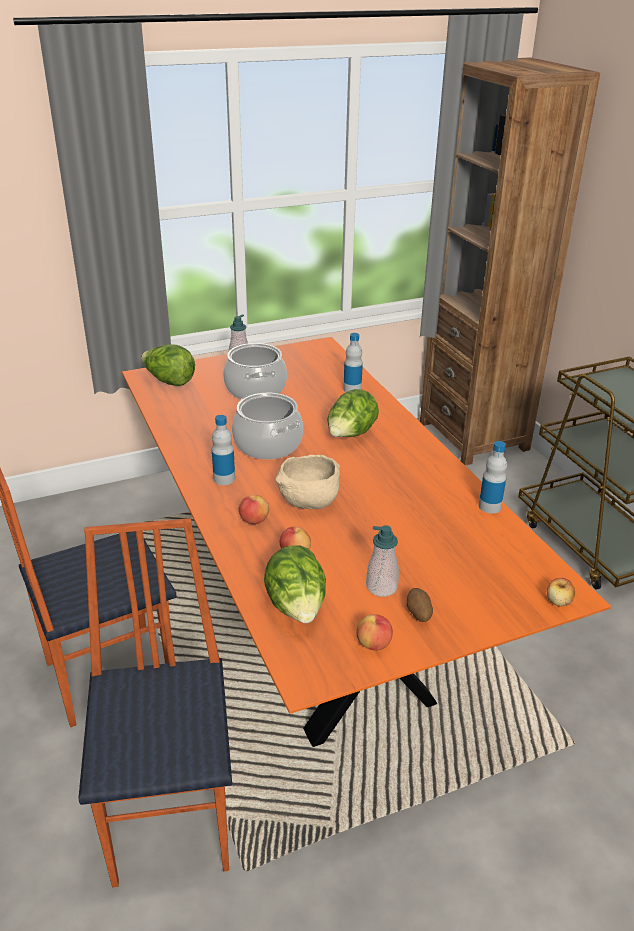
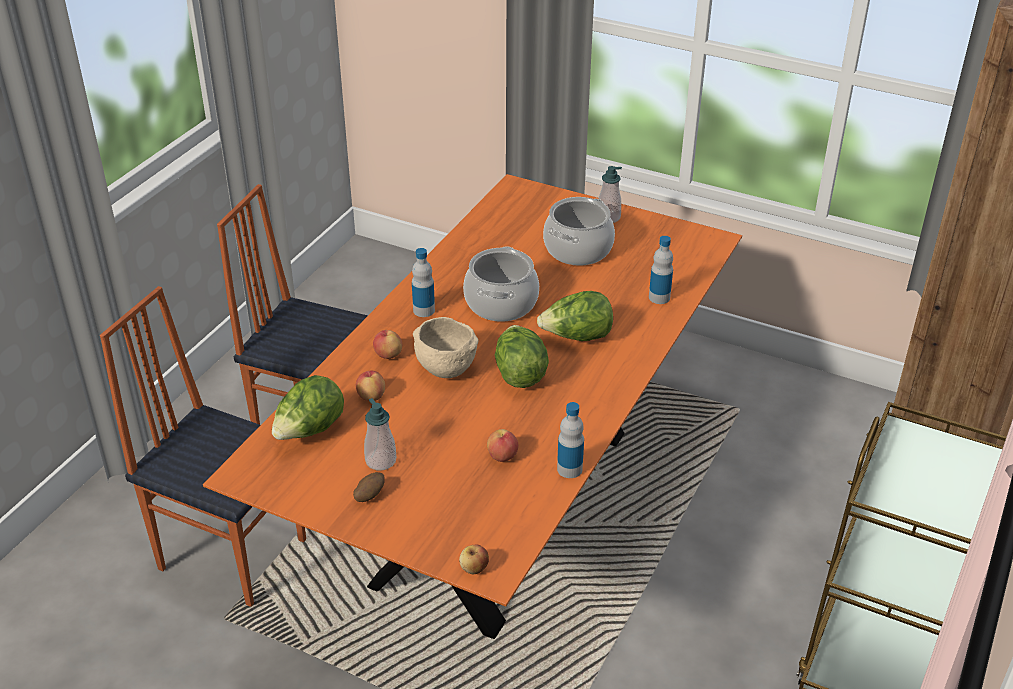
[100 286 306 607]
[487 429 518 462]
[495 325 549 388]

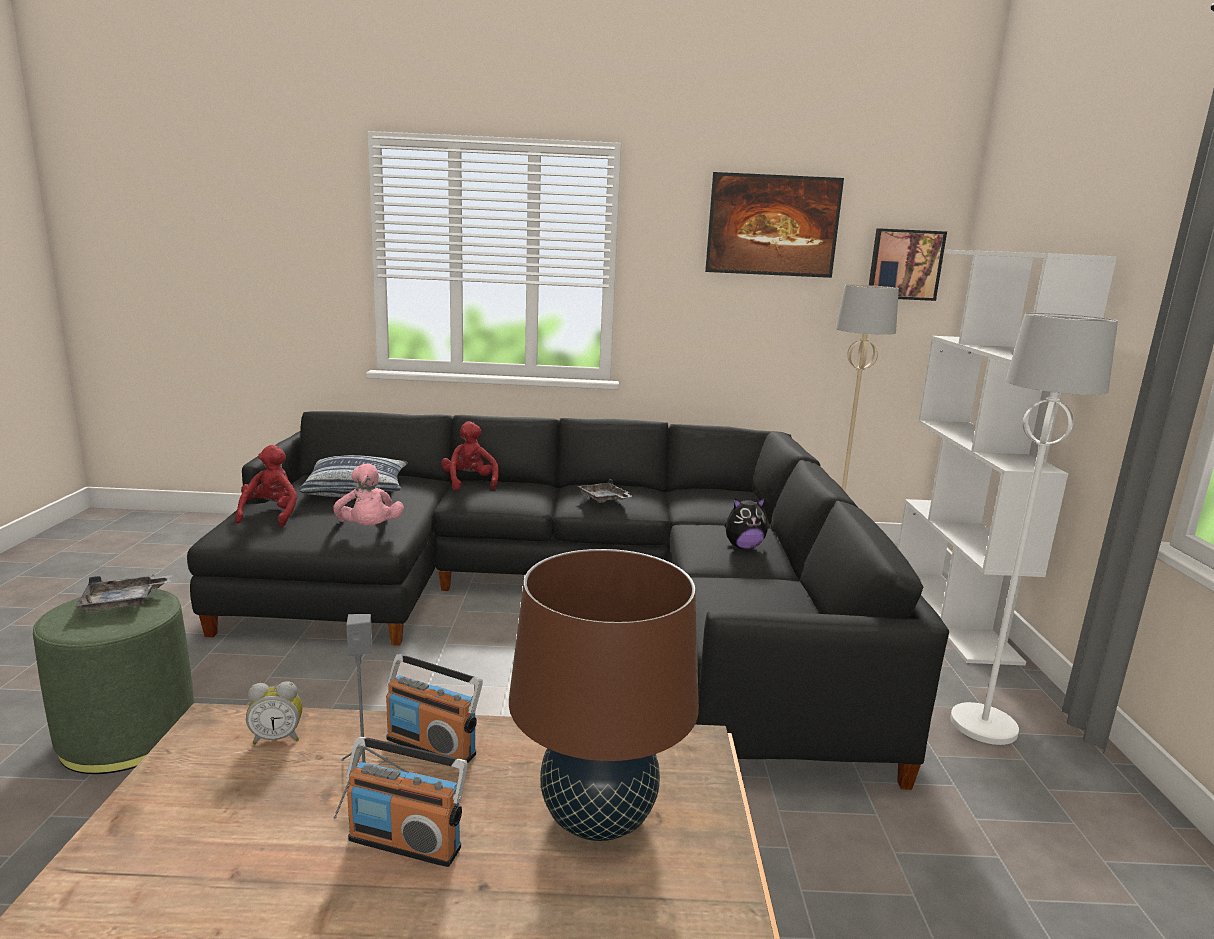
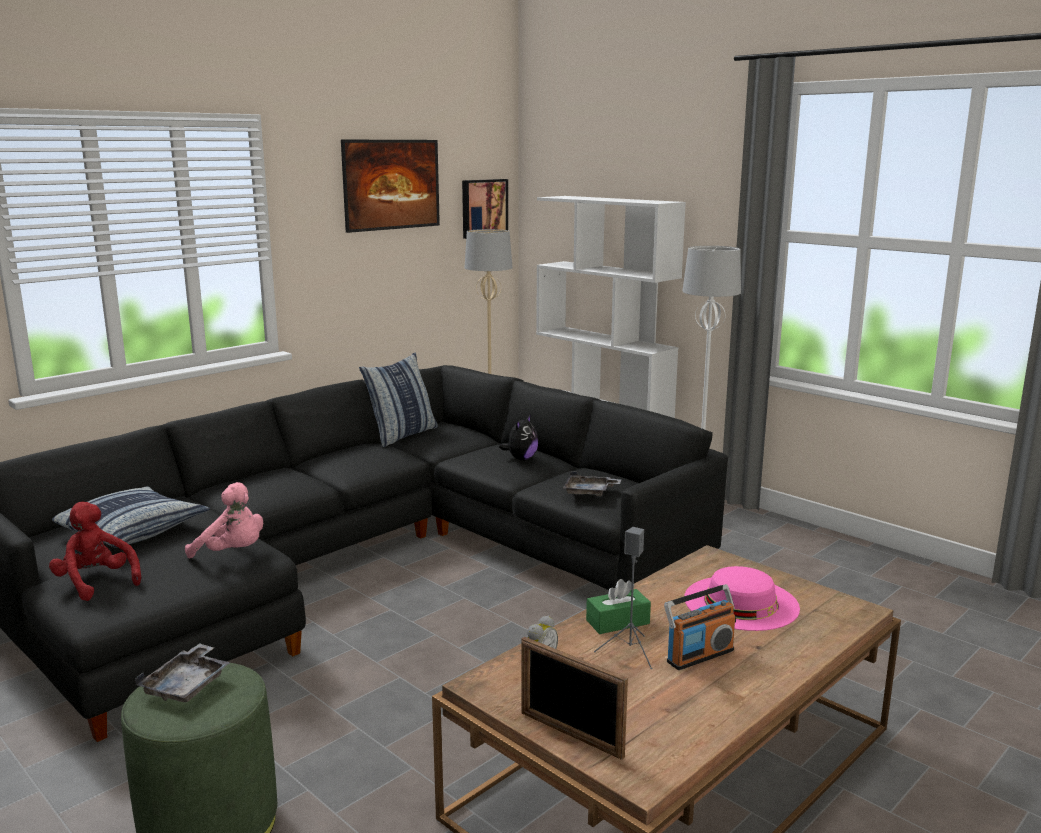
[359 352 438 447]
[521 637 628 760]
[563 471 621 496]
[586 579 651 634]
[684 566 800 631]
[441 421 499 491] (first image)

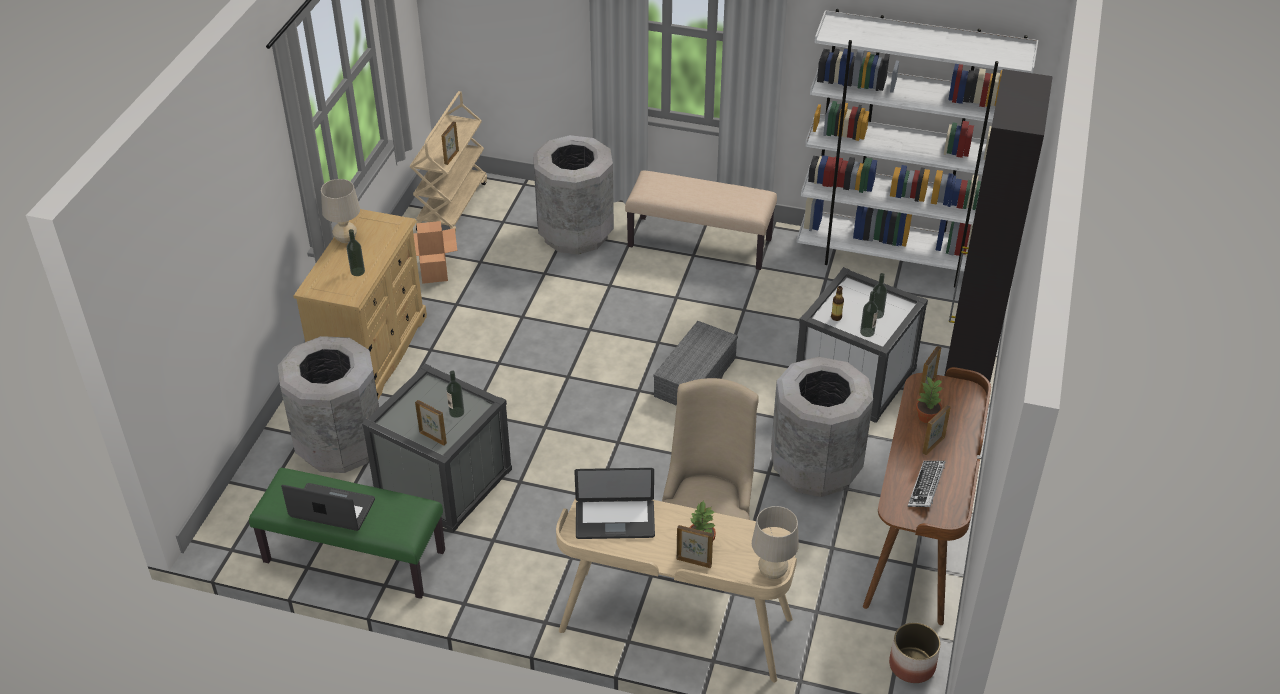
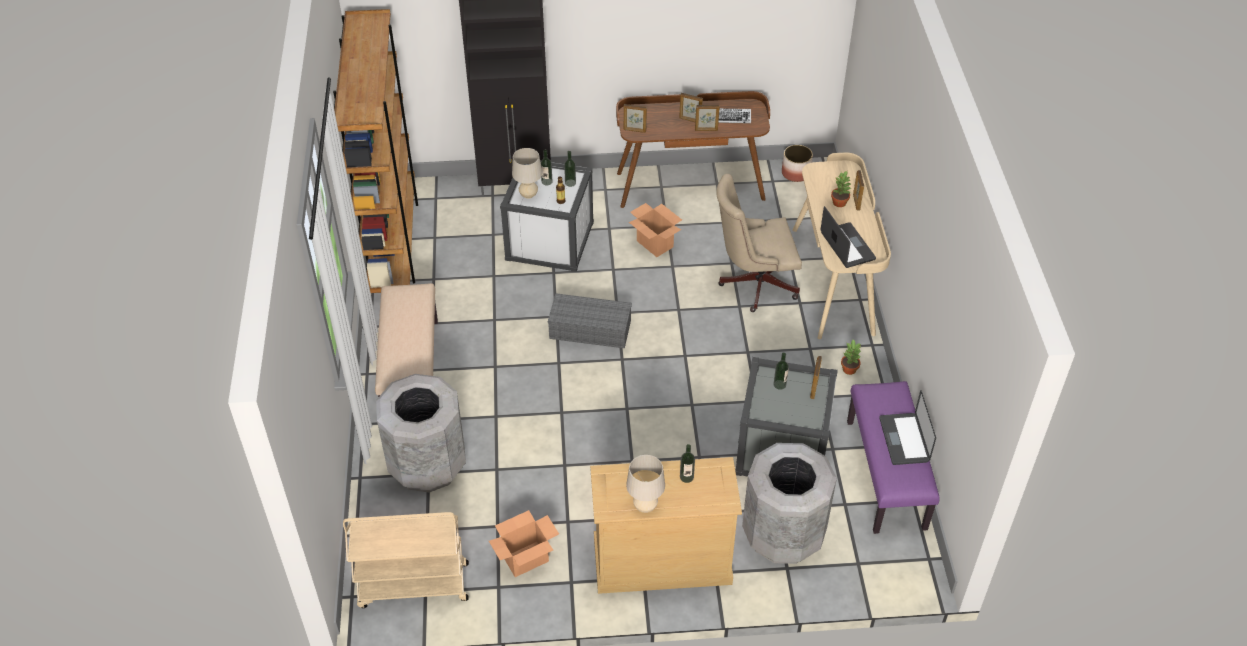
[333 9 418 293]
[512 148 542 199]
[629 203 682 257]
[695 105 720 131]
[841 340 861 375]
[847 381 940 534]

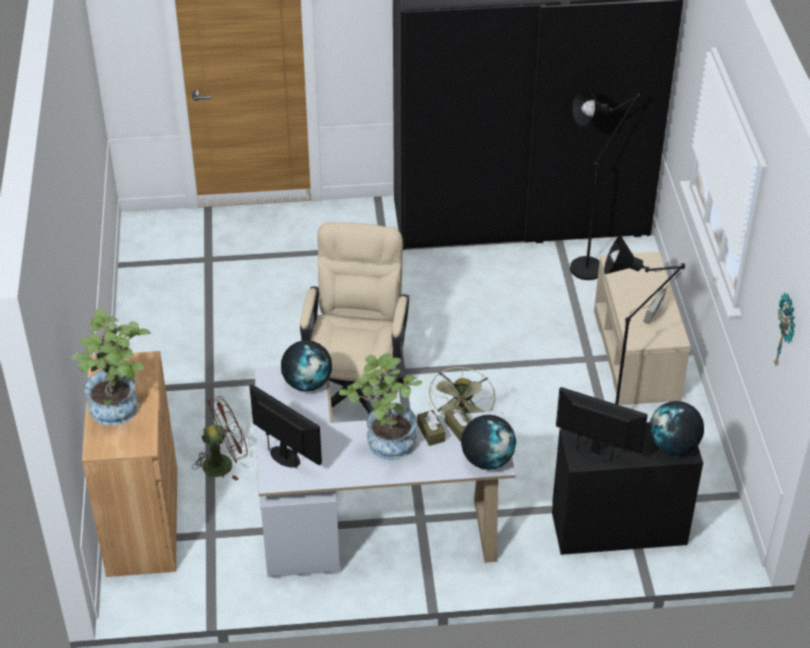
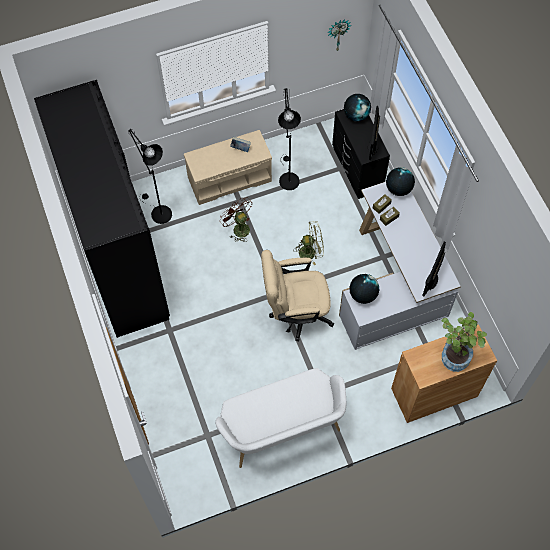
[215 368 346 468]
[220 197 252 242]
[339 353 422 460] (first image)

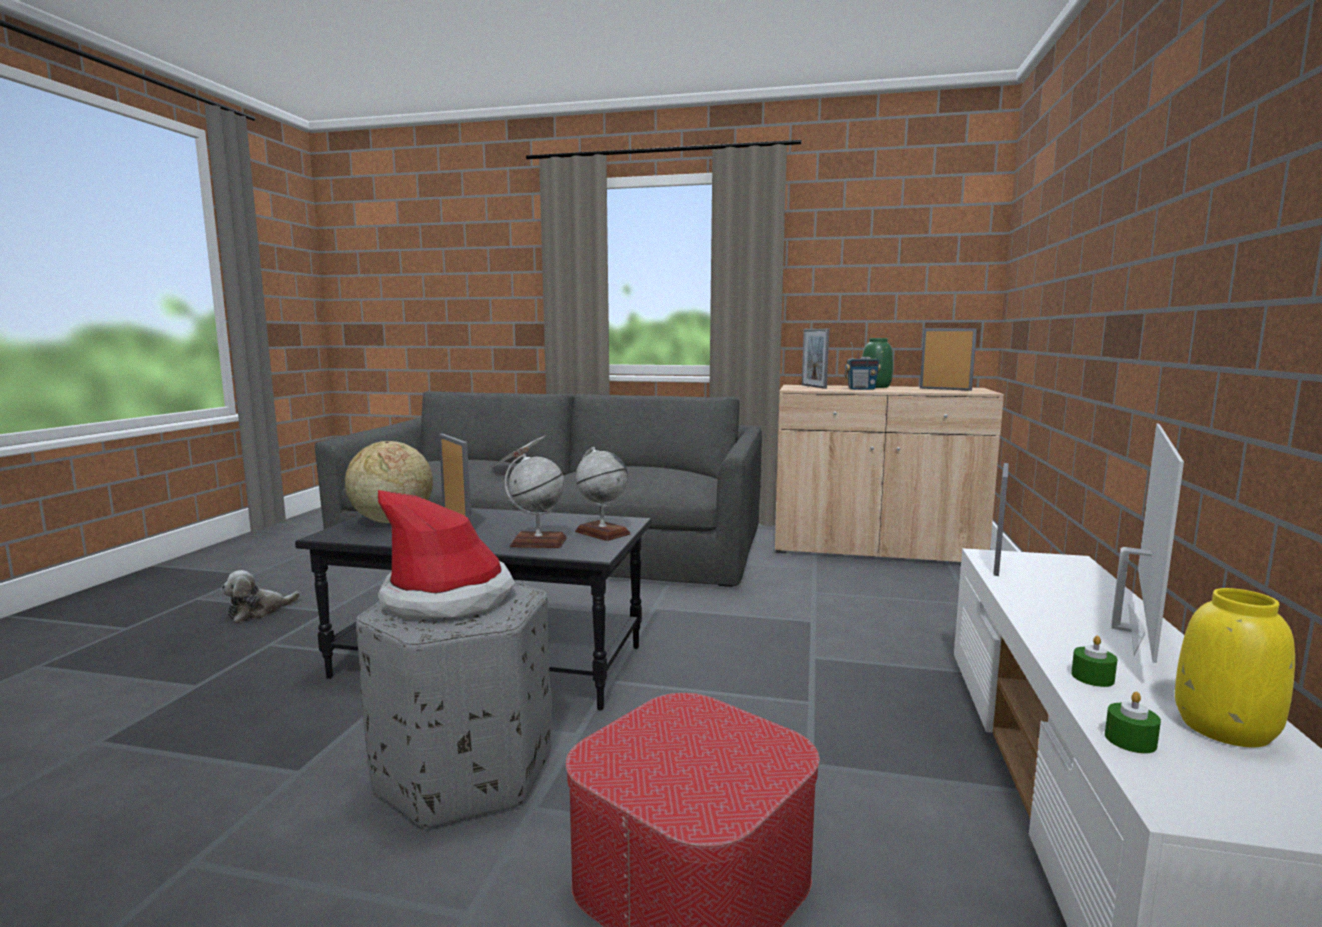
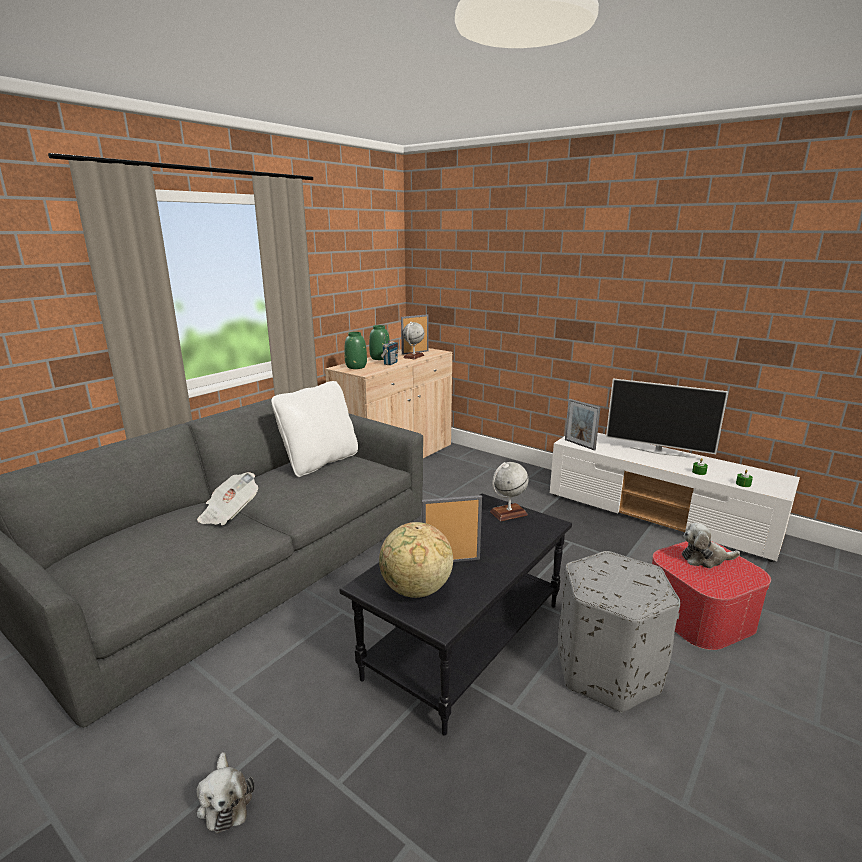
[271 381 358 477]
[344 332 367 369]
[403 322 425 359]
[606 379 728 457]
[682 523 740 569]
[378 490 515 620] (first image)
[1175 588 1295 747] (first image)

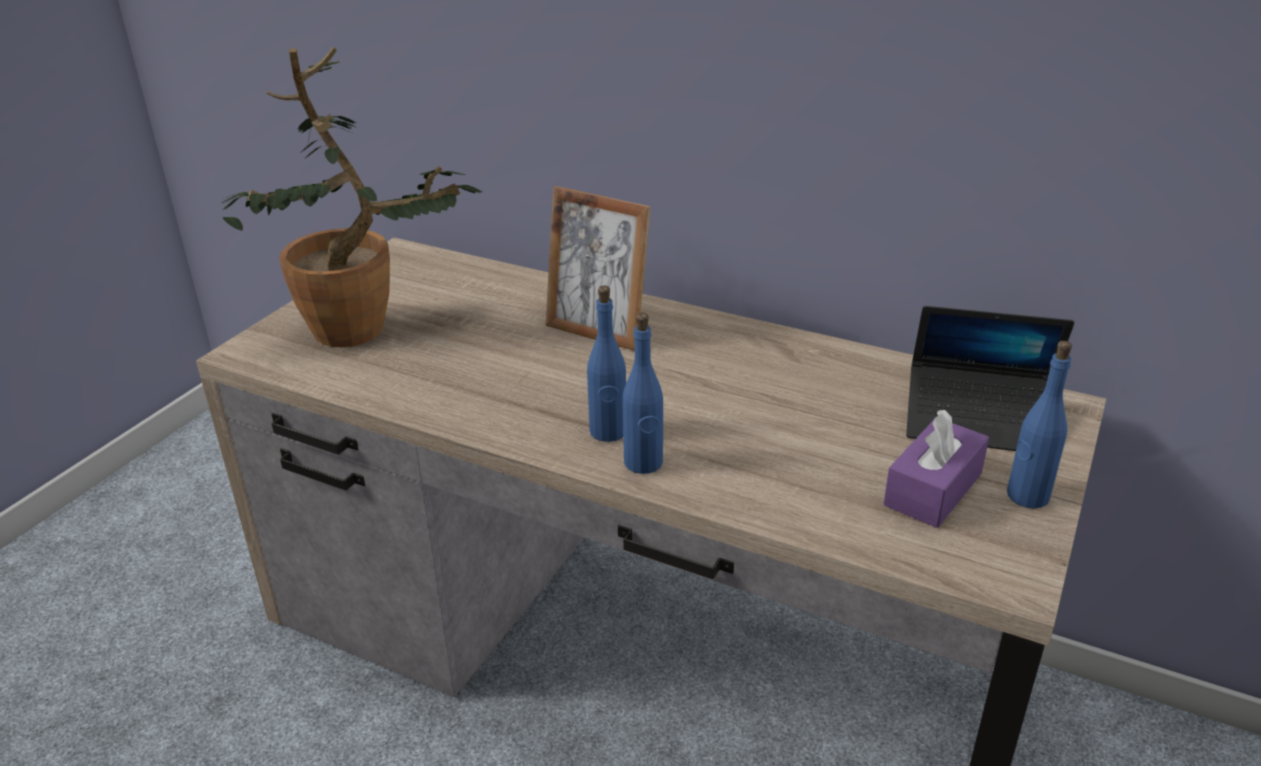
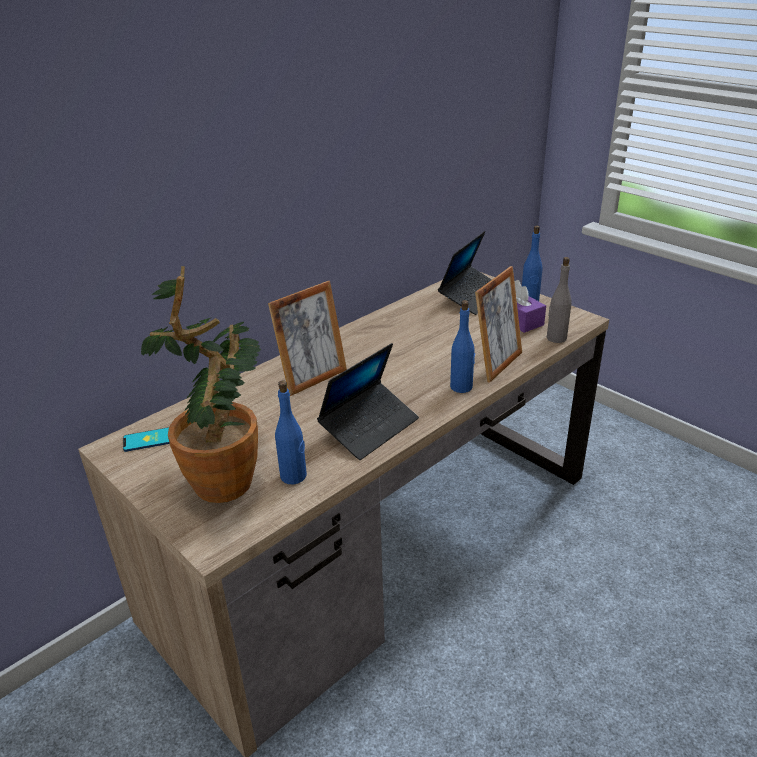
[123 427 170 452]
[275 380 307 484]
[317 343 419 460]
[475 266 522 383]
[547 257 572 343]

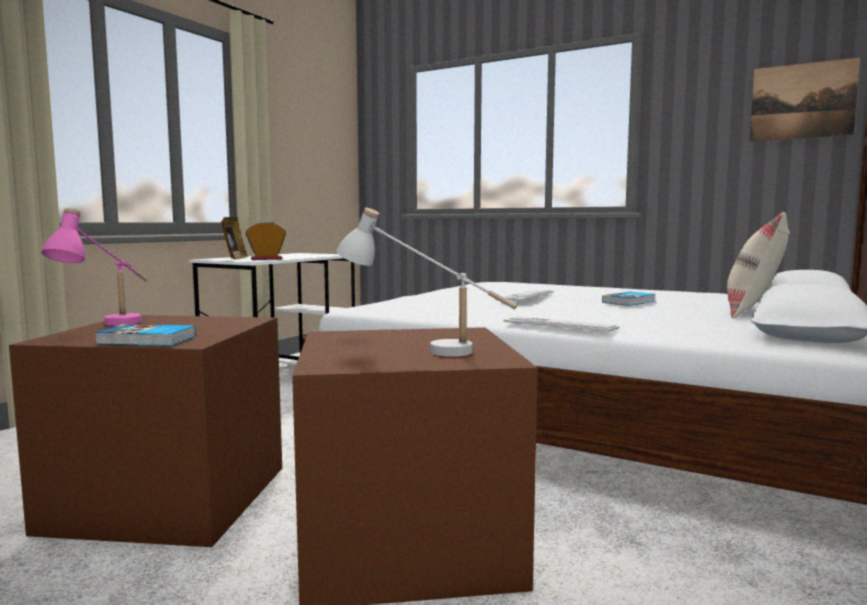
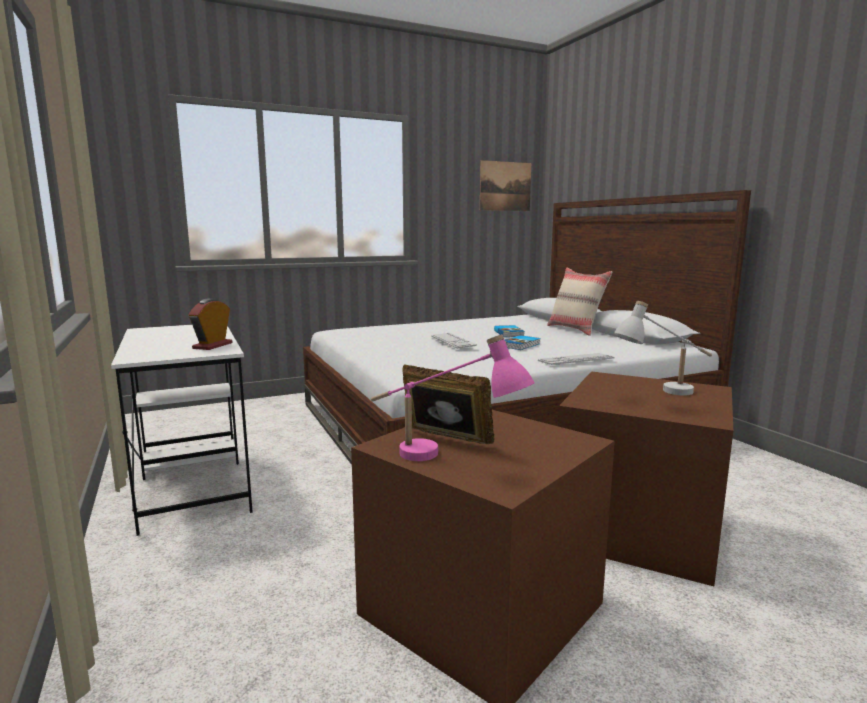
[402 364 494 444]
[505 335 541 350]

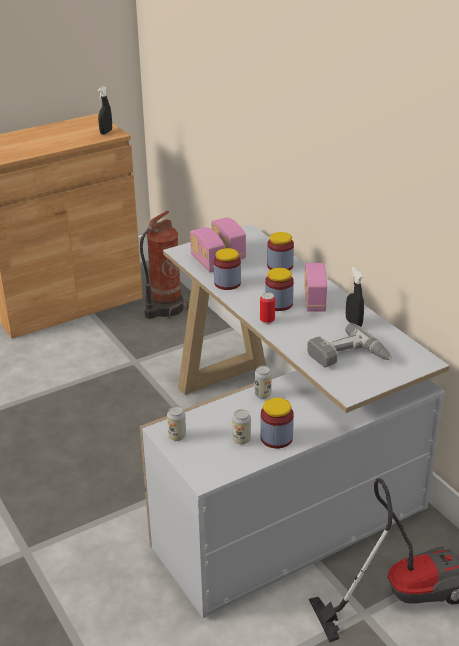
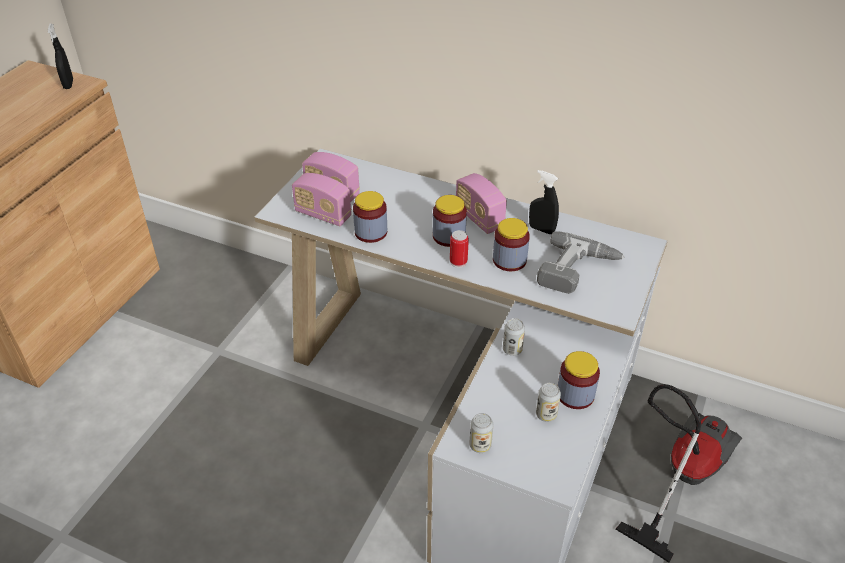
[493 218 530 271]
[140 211 189 319] (first image)

